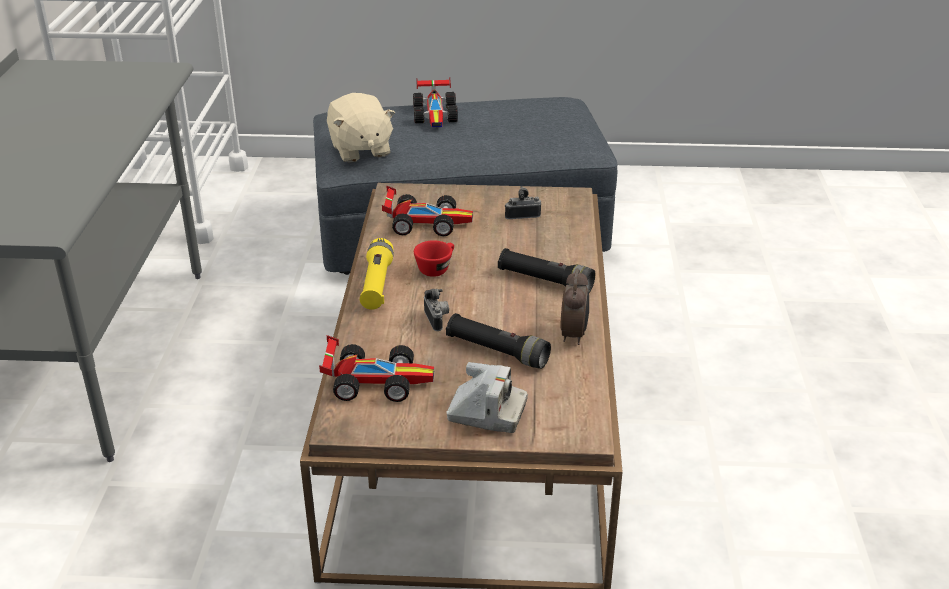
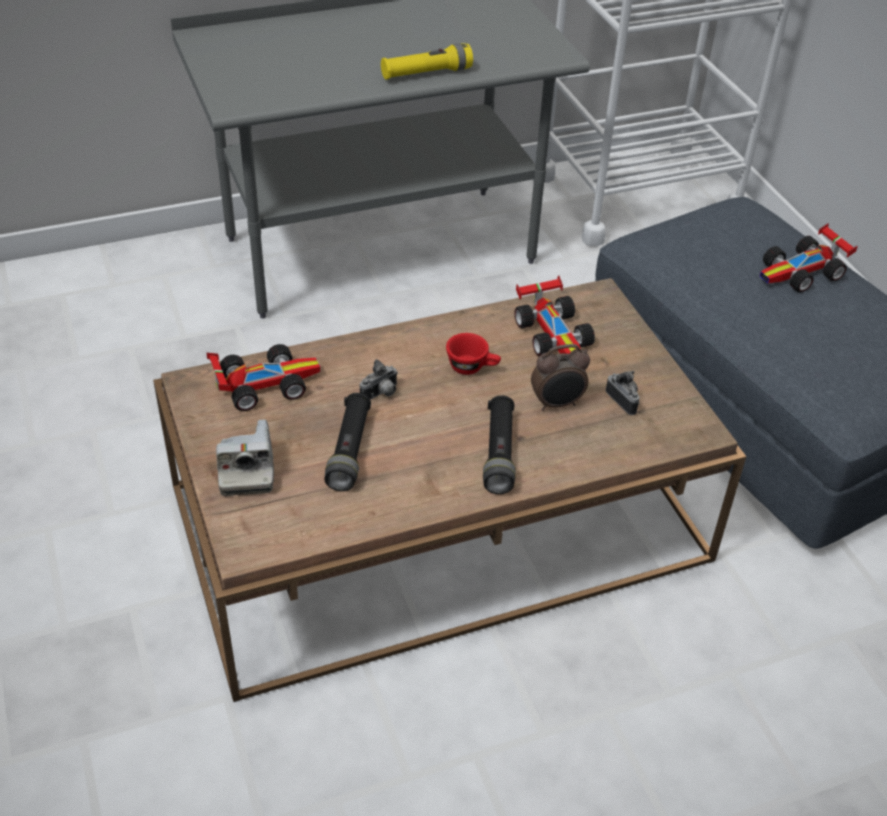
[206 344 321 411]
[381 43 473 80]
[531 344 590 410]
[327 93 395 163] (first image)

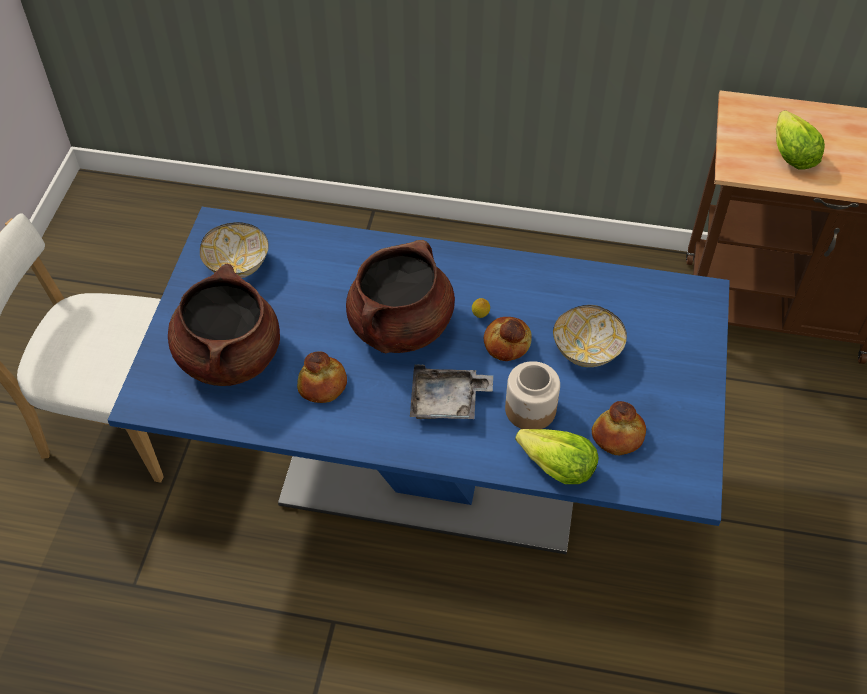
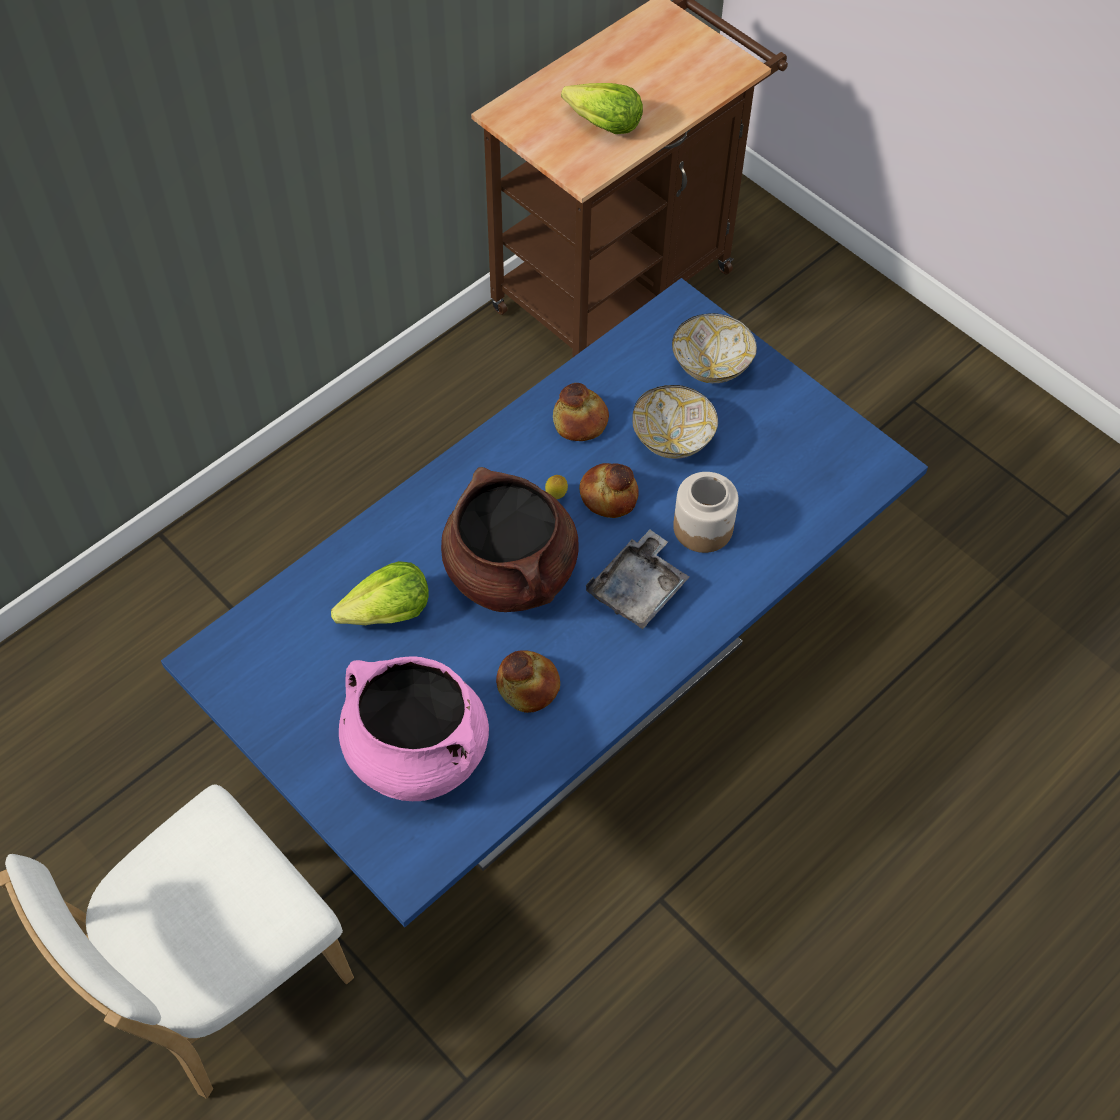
[331 561 429 625]
[339 656 489 801]
[553 383 609 441]
[672 313 757 383]

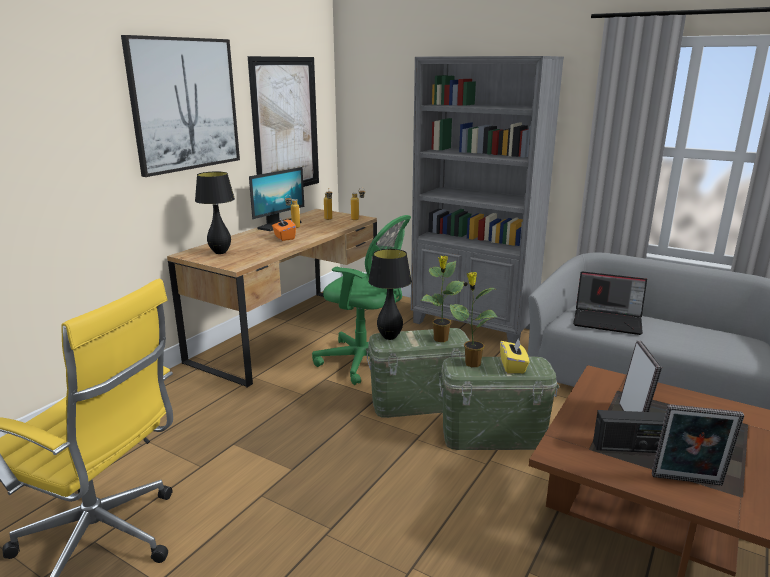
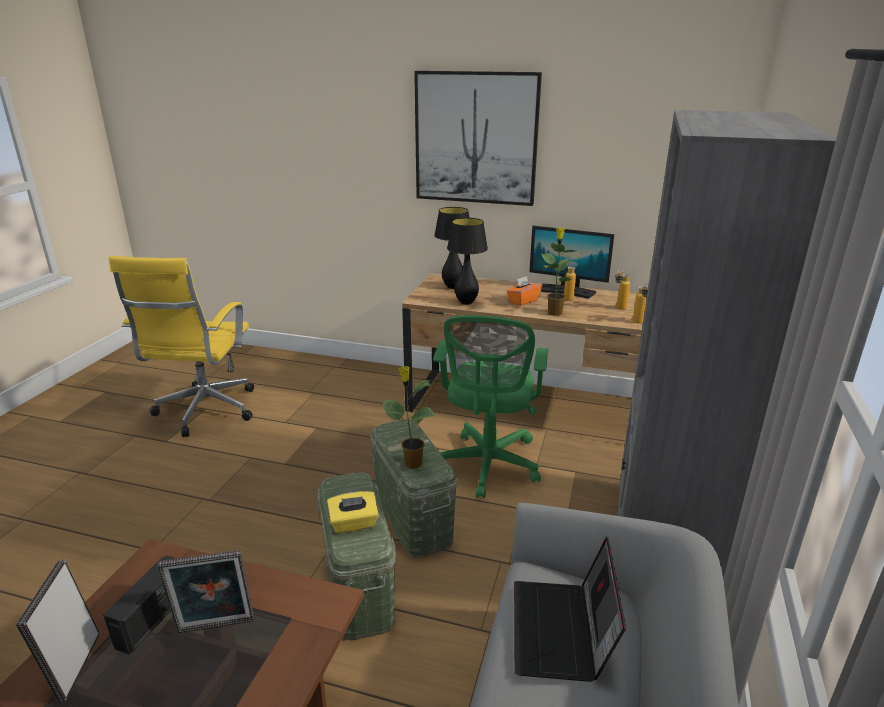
[103 555 177 654]
[447 218 488 305]
[541 228 581 316]
[248 56 319 187] (first image)

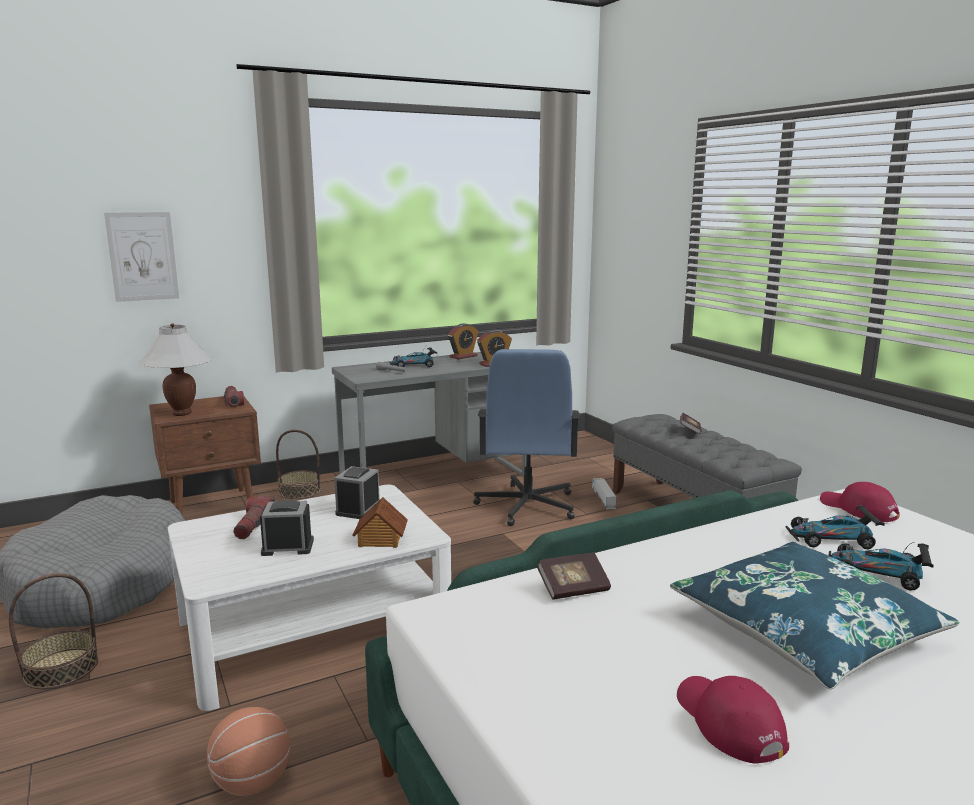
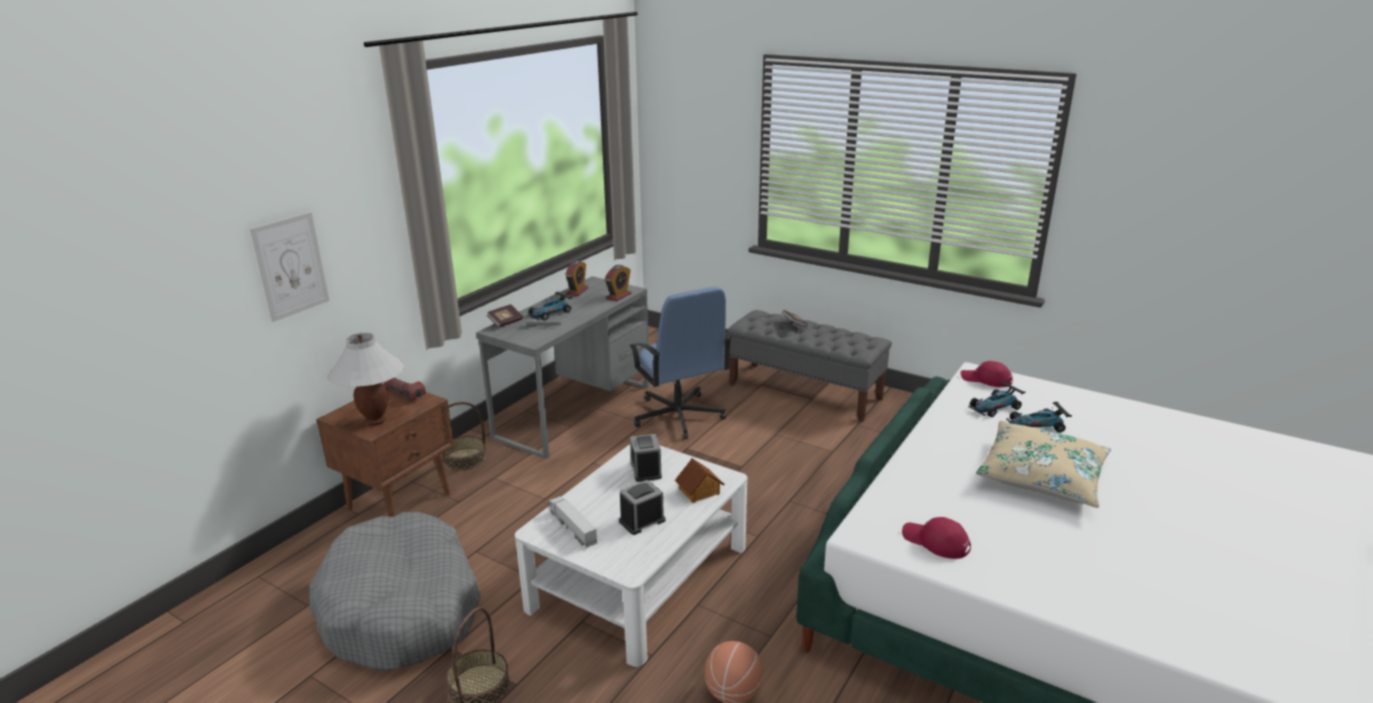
[487 304 523 327]
[549 496 597 548]
[902 517 971 559]
[976 421 1111 508]
[233 496 275 539] (first image)

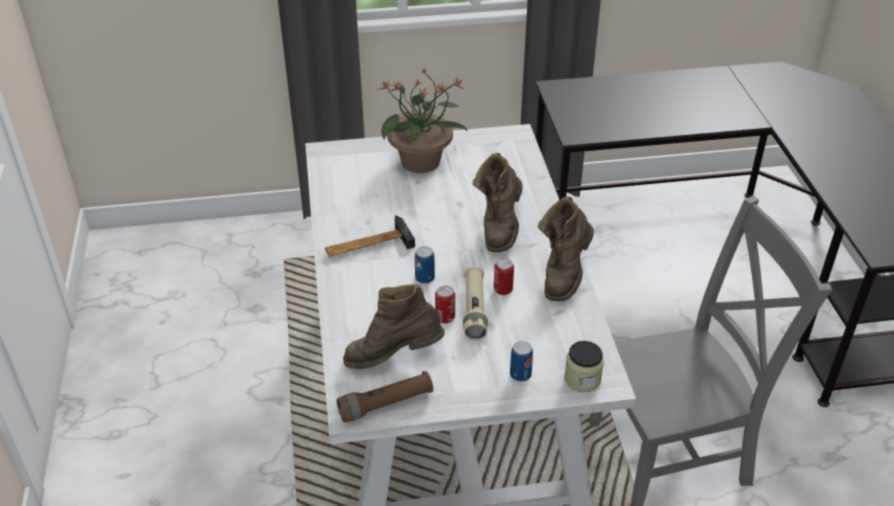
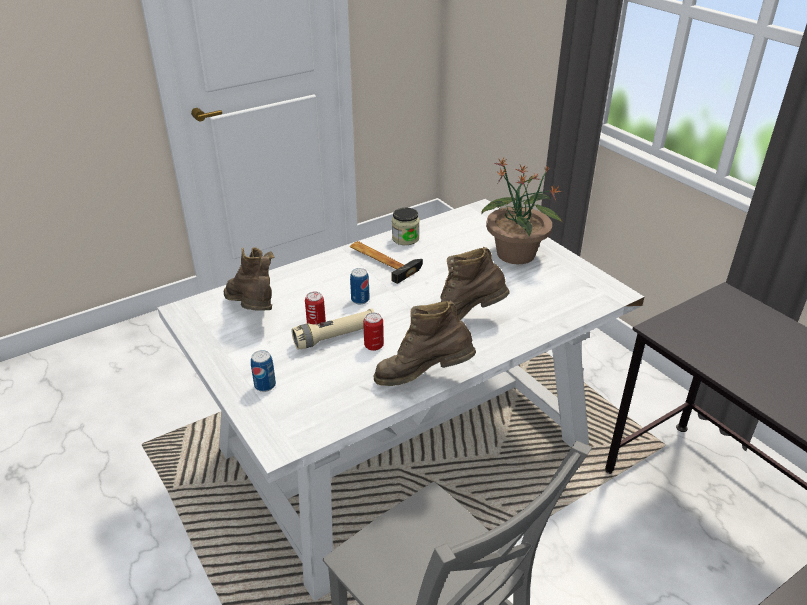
[392 208 420 245]
[336 371 433 423] (first image)

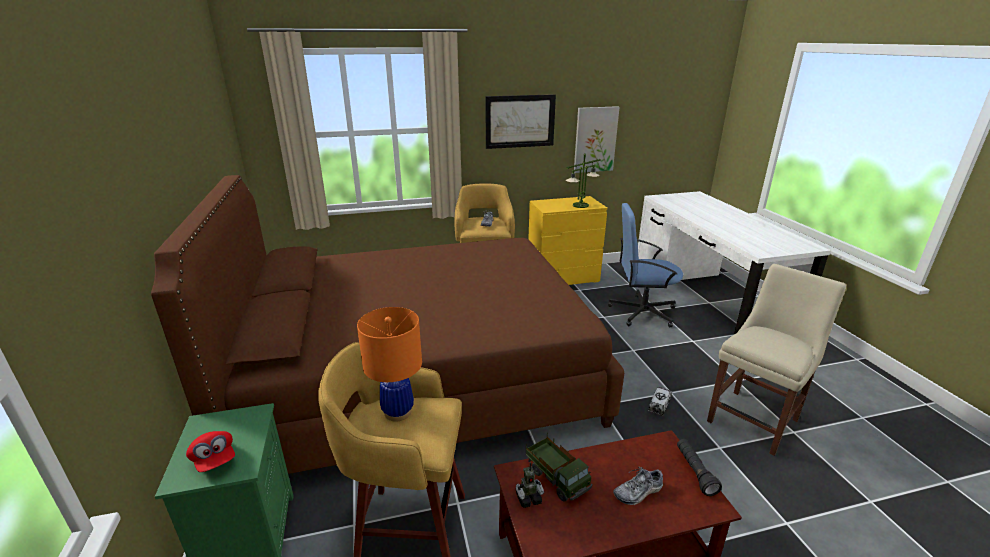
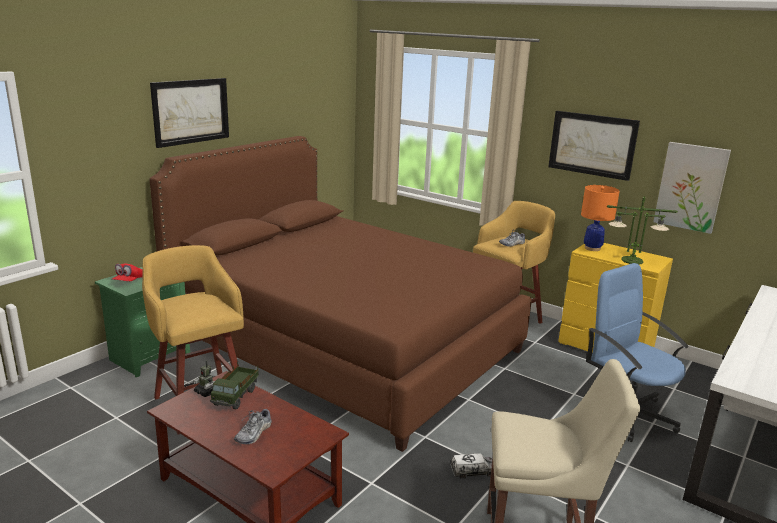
[150 78 229 148]
[234 409 272 444]
[581 185 620 251]
[677 439 722 496] (first image)

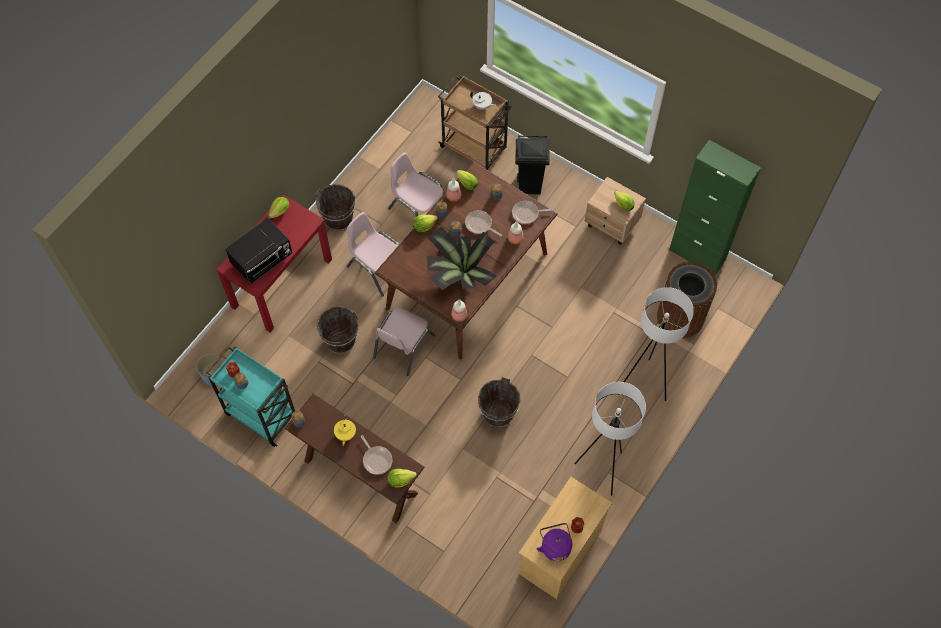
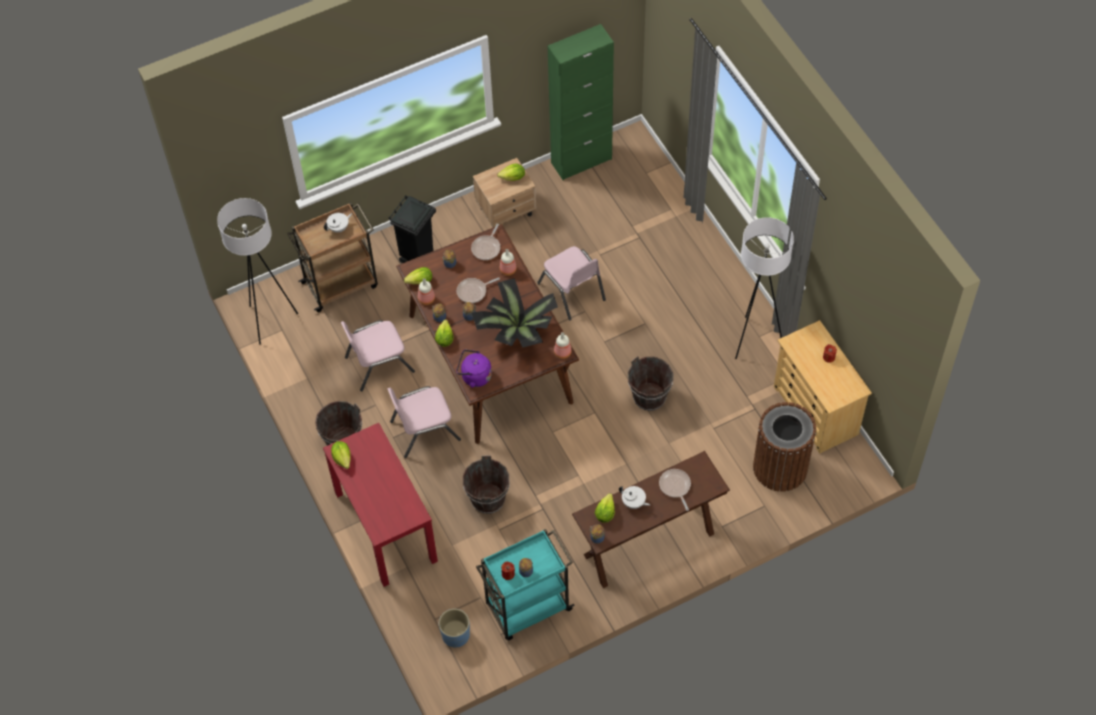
[217 198 298 344]
[456 350 492 388]
[537 246 606 320]
[595 493 615 523]
[619 486 650 509]
[659 469 691 511]
[753 402 816 492]
[226 218 292 284] (first image)

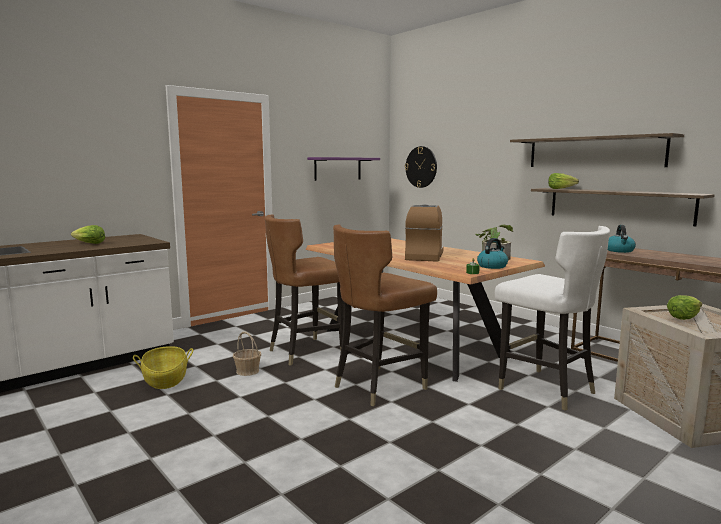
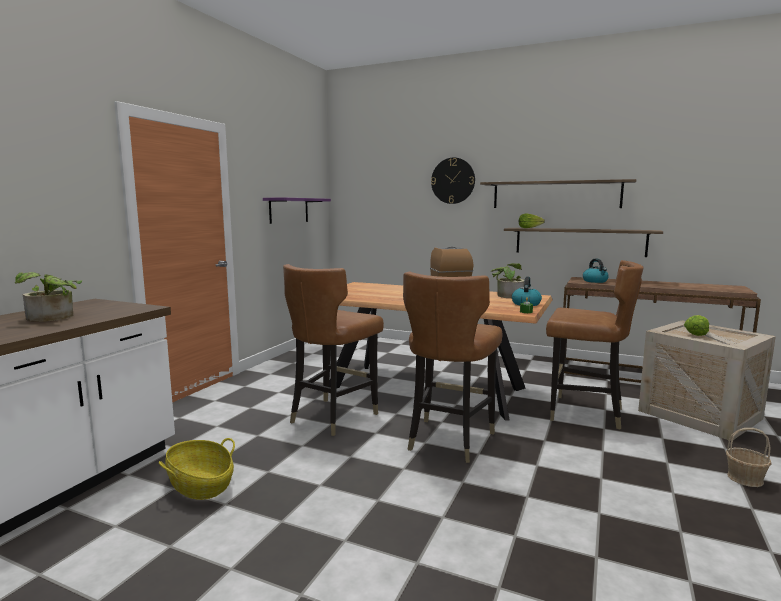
[15 272 83 322]
[431 157 475 204]
[546 260 644 429]
[726 428 772 487]

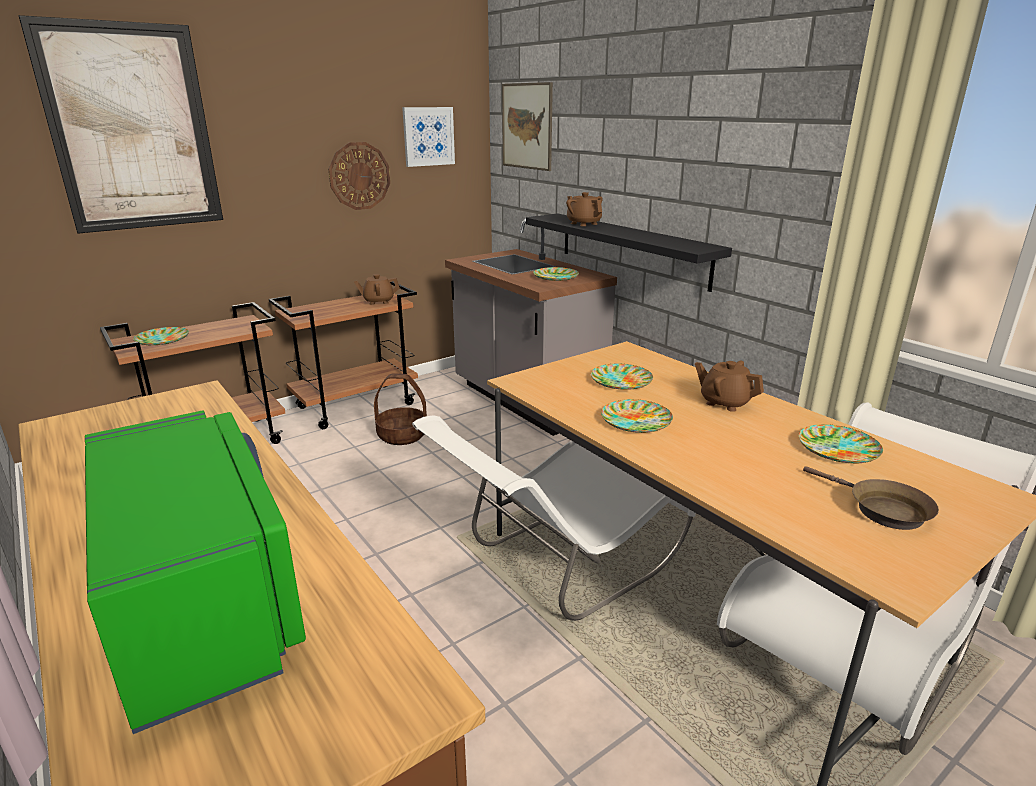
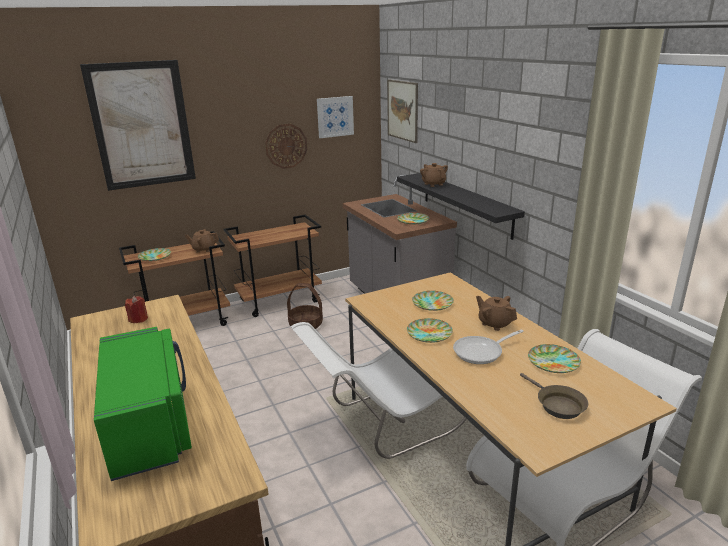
[125 296 148 323]
[185 229 219 252]
[453 330 524 364]

